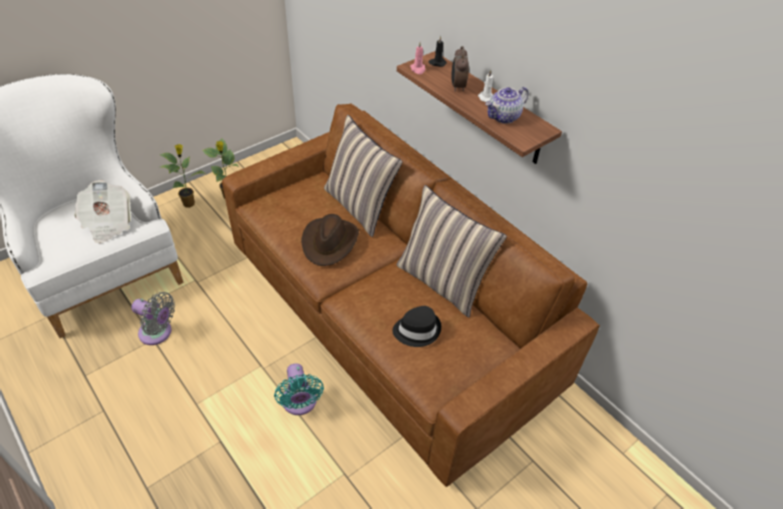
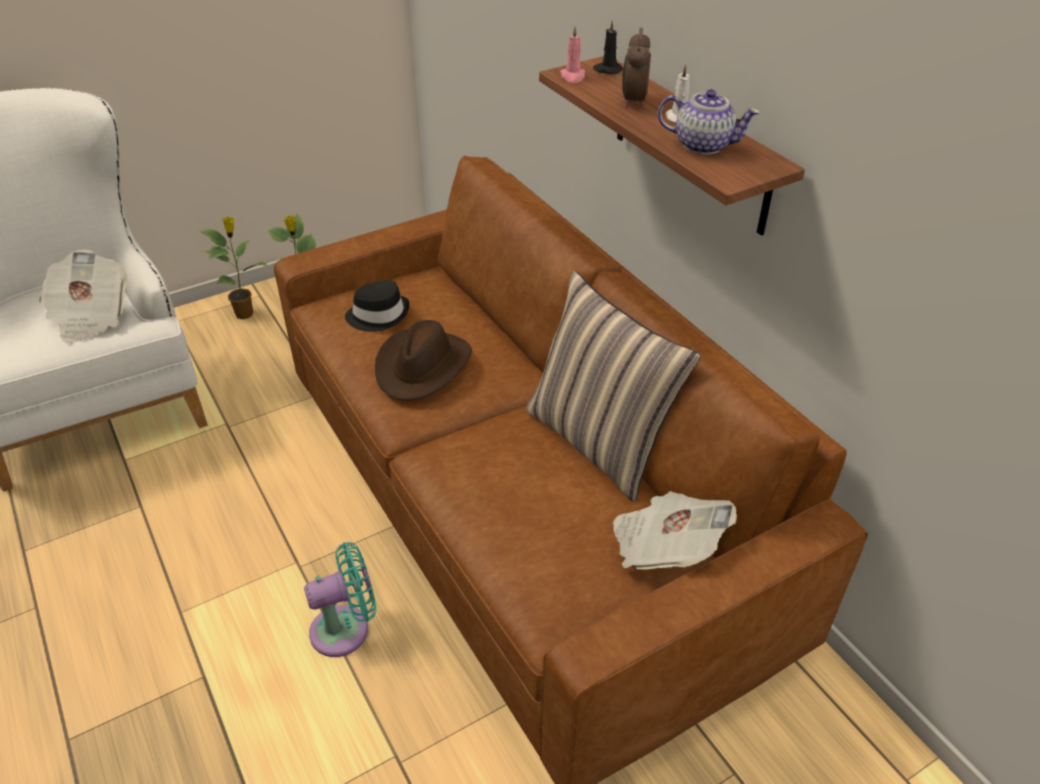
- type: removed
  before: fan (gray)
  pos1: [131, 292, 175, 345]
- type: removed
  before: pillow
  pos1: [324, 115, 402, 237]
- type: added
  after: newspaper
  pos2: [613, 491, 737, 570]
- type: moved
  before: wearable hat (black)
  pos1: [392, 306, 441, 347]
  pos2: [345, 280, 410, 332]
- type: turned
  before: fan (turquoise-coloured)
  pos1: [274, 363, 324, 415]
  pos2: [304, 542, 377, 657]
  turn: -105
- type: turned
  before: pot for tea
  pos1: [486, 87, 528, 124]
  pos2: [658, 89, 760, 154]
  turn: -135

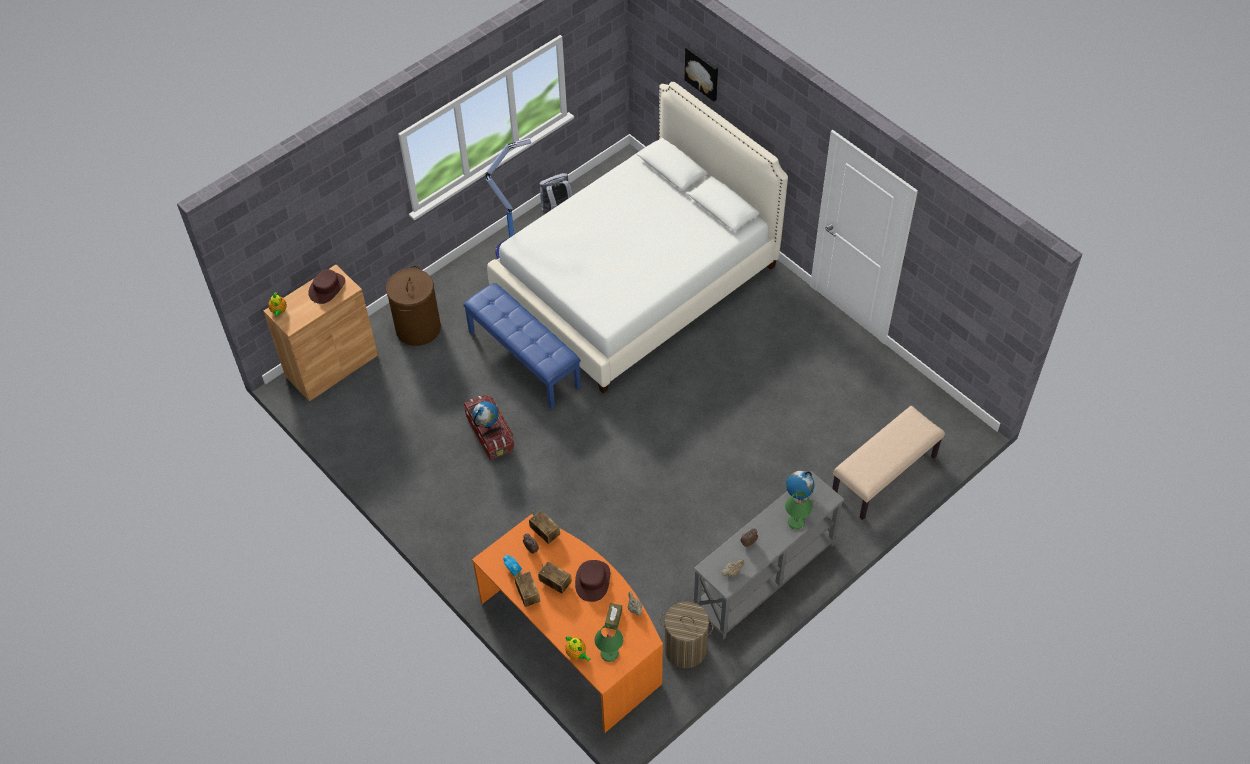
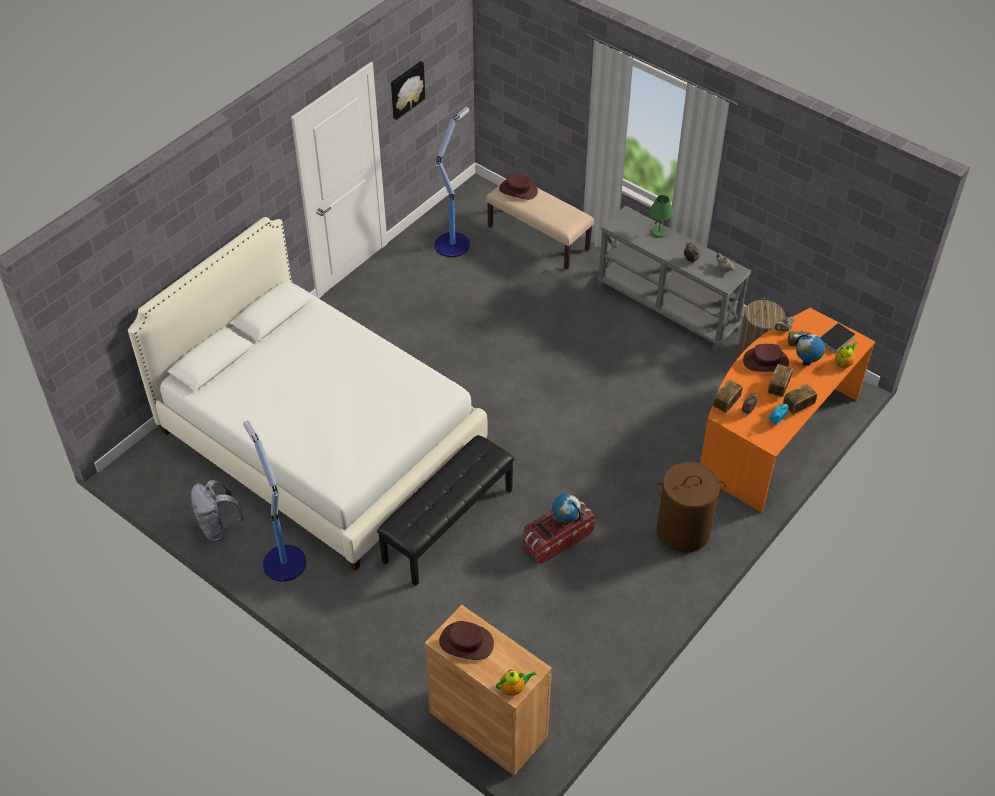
- type: added
  after: standing lamp
  pos2: [435, 107, 470, 257]
- type: added
  after: wearable hat (brown-coloured)
  pos2: [499, 173, 538, 200]
- type: moved
  before: hamper (brown-coloured)
  pos1: [386, 266, 441, 346]
  pos2: [656, 462, 726, 553]
- type: moved
  before: wall art
  pos1: [685, 46, 718, 102]
  pos2: [391, 61, 425, 120]
- type: moved
  before: desk globe
  pos1: [786, 471, 815, 500]
  pos2: [796, 334, 825, 366]
- type: replaced
  before: table lamp (greenish)
  after: book
  pos1: [595, 624, 623, 662]
  pos2: [820, 323, 855, 354]
- type: recoloured
  before: bench (blue)
  after: bench (black)
  pos1: [463, 283, 581, 409]
  pos2: [377, 435, 514, 586]

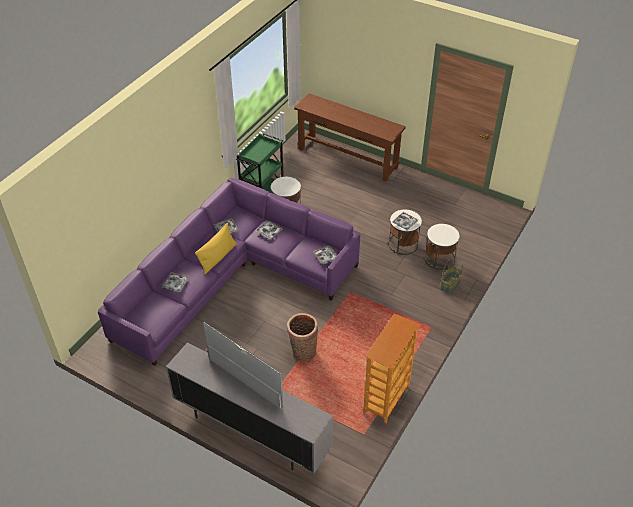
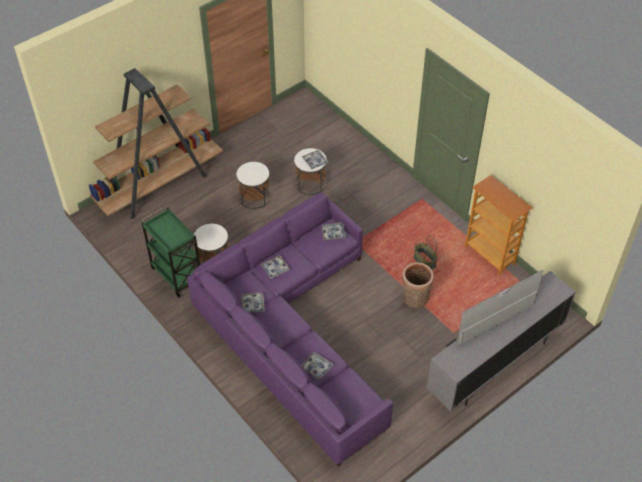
- type: removed
  before: pillow (yellow)
  pos1: [195, 223, 237, 274]
- type: moved
  before: side table (whitish)
  pos1: [424, 224, 459, 270]
  pos2: [237, 162, 270, 209]
- type: moved
  before: storage basket
  pos1: [440, 259, 463, 294]
  pos2: [414, 235, 438, 269]
- type: replaced
  before: narrow table (brown-coloured)
  after: shelving unit (brown-coloured)
  pos1: [294, 93, 406, 182]
  pos2: [89, 68, 223, 219]

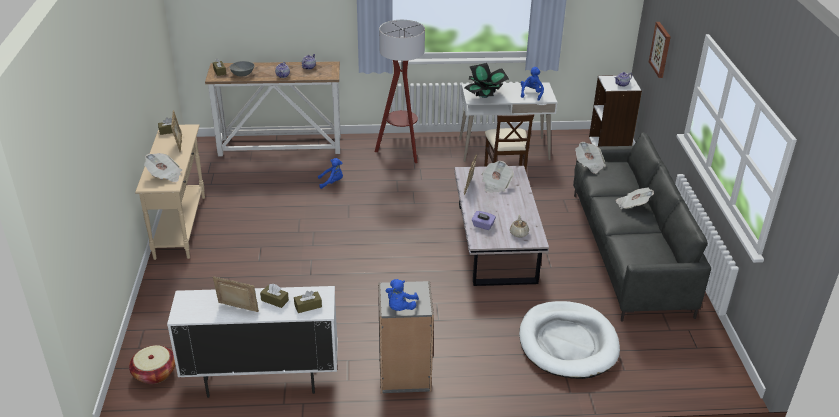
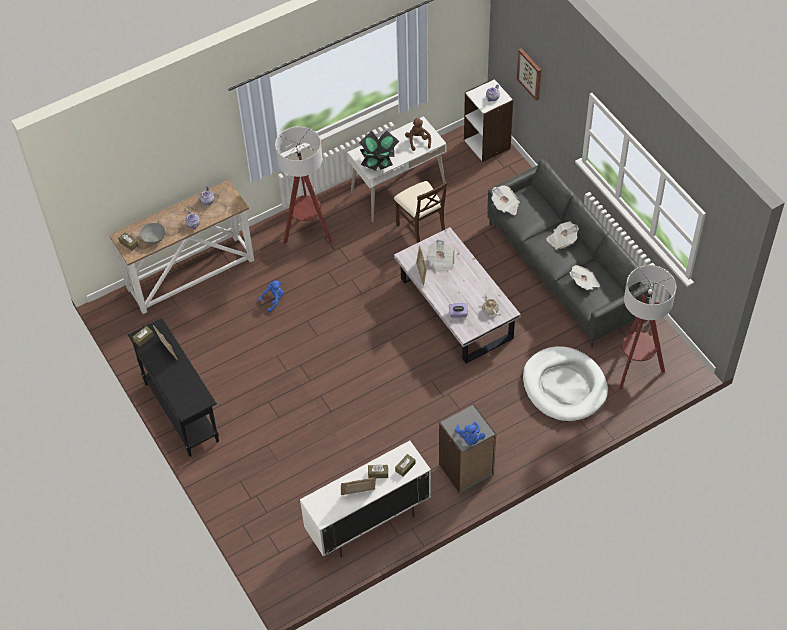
- type: removed
  before: storage basket
  pos1: [129, 345, 175, 384]
- type: added
  after: standing lamp
  pos2: [619, 265, 676, 390]
- type: moved
  before: newspaper
  pos1: [144, 153, 182, 182]
  pos2: [570, 265, 600, 290]
- type: recoloured
  before: narrow table (beige)
  after: narrow table (black)
  pos1: [135, 124, 205, 260]
  pos2: [128, 318, 219, 457]
- type: recoloured
  before: cuddly toy (blue)
  after: cuddly toy (brown-coloured)
  pos1: [521, 67, 544, 101]
  pos2: [405, 117, 431, 151]

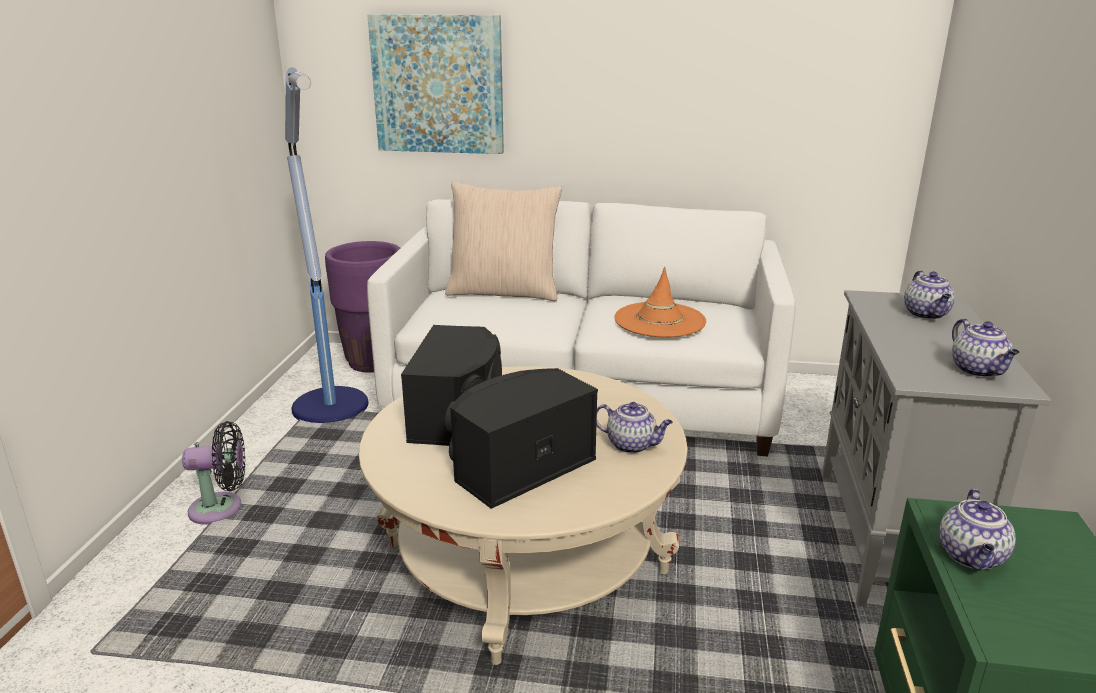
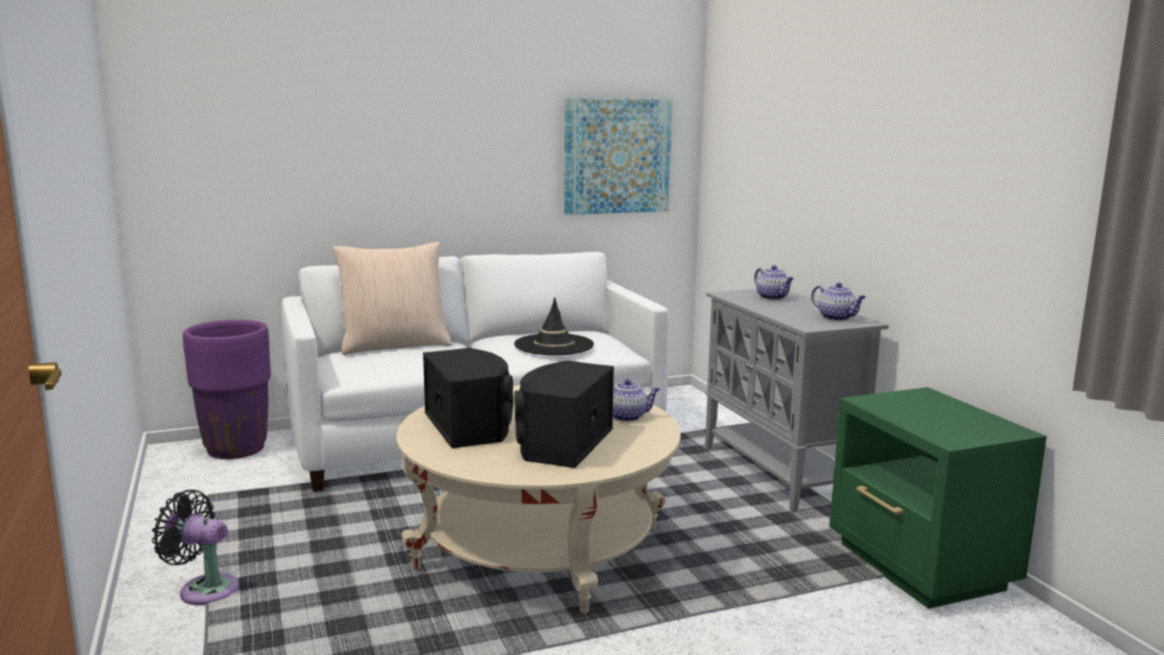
- type: removed
  before: standing lamp
  pos1: [285, 67, 369, 423]
- type: removed
  before: pot for tea
  pos1: [939, 489, 1016, 571]
- type: moved
  before: wall art
  pos1: [367, 14, 504, 154]
  pos2: [564, 98, 672, 215]
- type: recoloured
  before: wearable hat (orange-coloured)
  after: wearable hat (black)
  pos1: [614, 267, 706, 337]
  pos2: [514, 297, 594, 355]
- type: turned
  before: fan (black)
  pos1: [182, 421, 245, 525]
  pos2: [152, 490, 239, 605]
  turn: -120

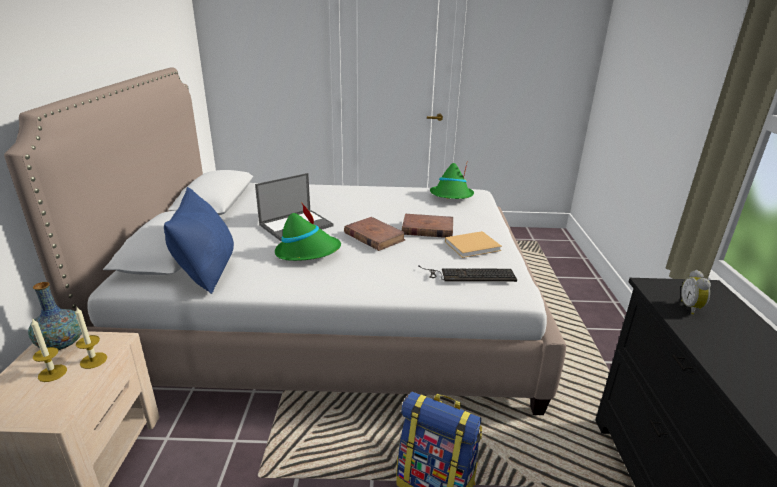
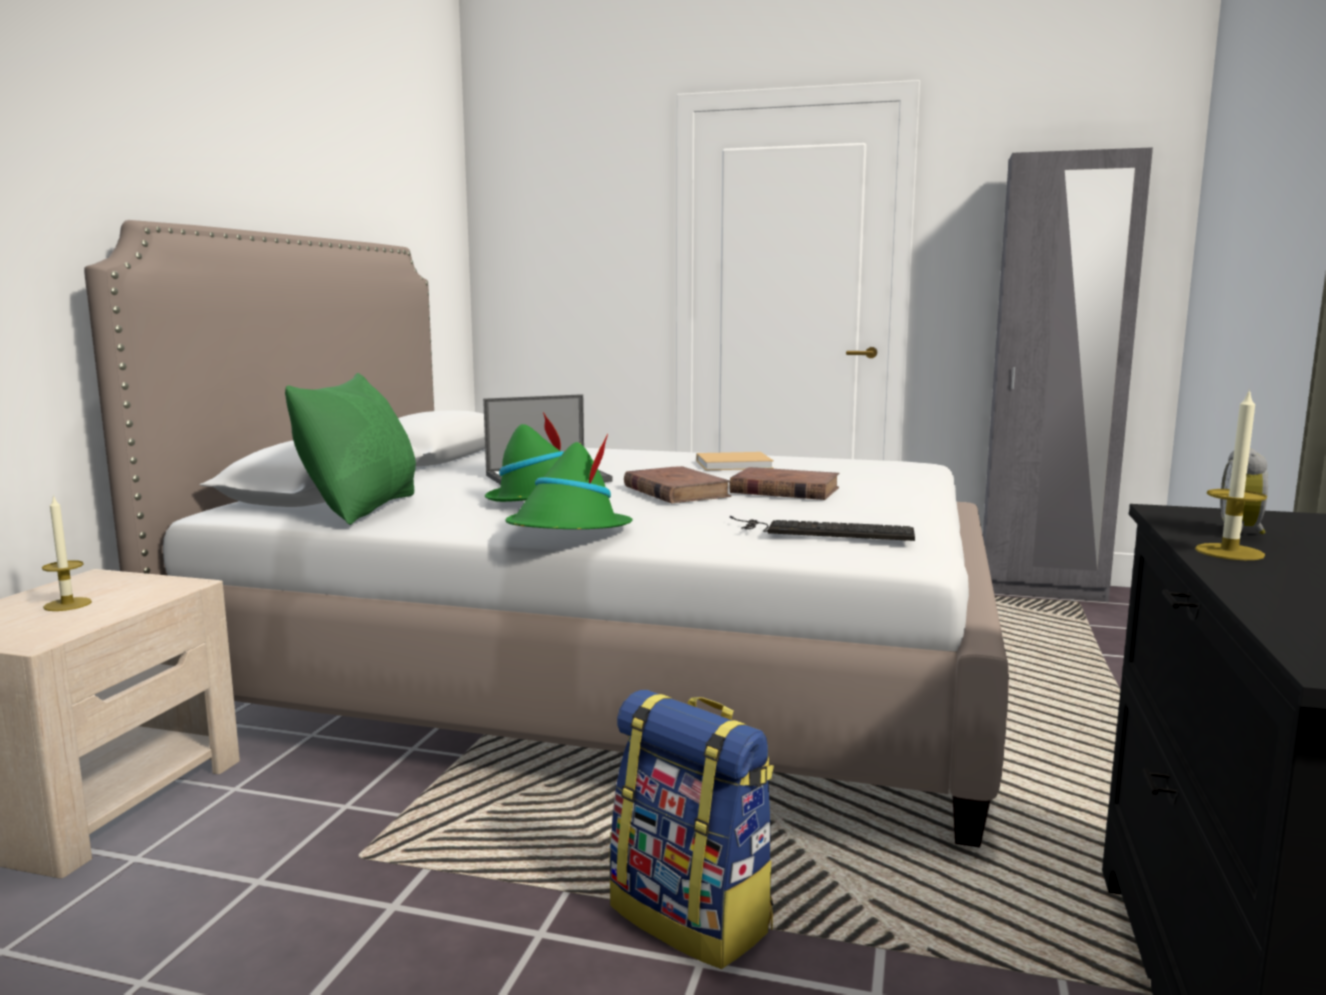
- type: removed
  before: decorative vase
  pos1: [28, 282, 82, 350]
- type: added
  after: wardrobe (gray)
  pos2: [983, 147, 1153, 602]
- type: moved
  before: wax light
  pos1: [75, 307, 107, 369]
  pos2: [1195, 388, 1267, 560]
- type: moved
  before: wearable hat (greenish)
  pos1: [430, 160, 474, 199]
  pos2: [505, 434, 633, 529]
- type: moved
  before: book (beige)
  pos1: [445, 231, 502, 258]
  pos2: [697, 452, 774, 470]
- type: recoloured
  before: pillow (blue)
  after: pillow (greenish)
  pos1: [164, 187, 234, 294]
  pos2: [285, 373, 416, 525]

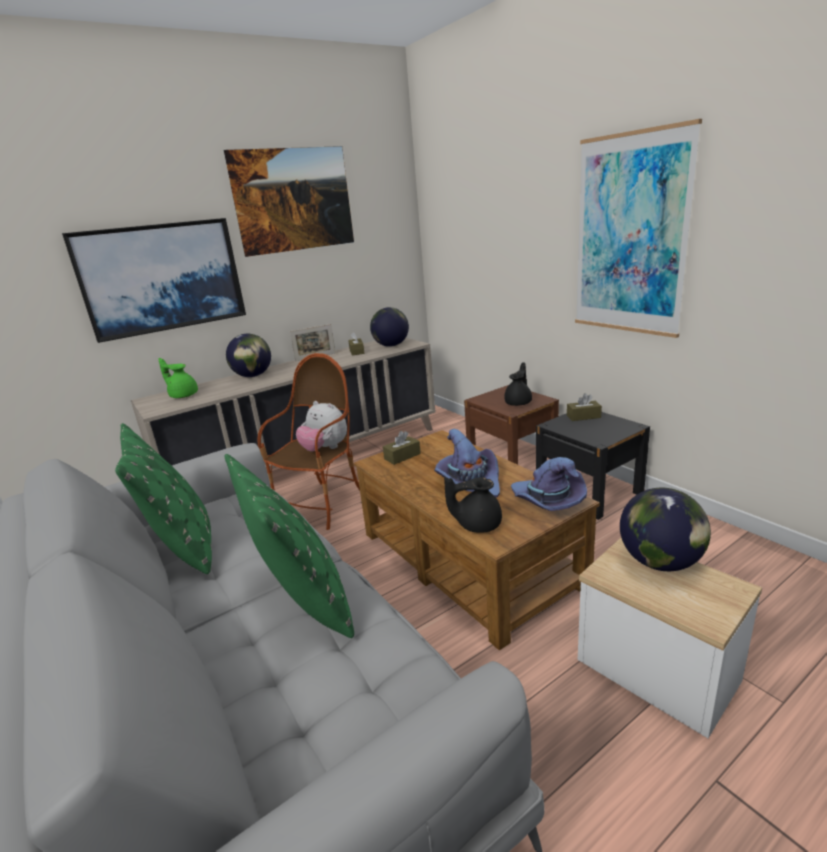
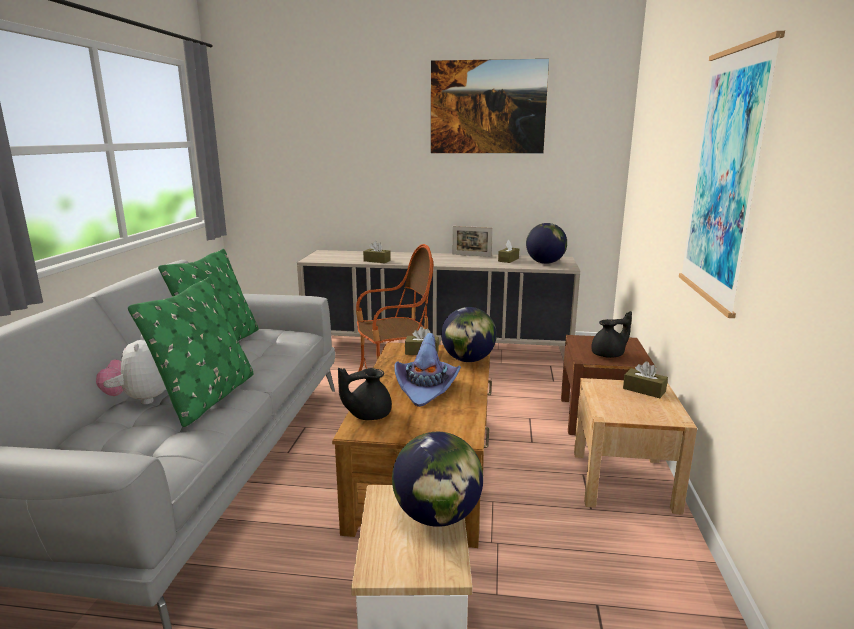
- type: removed
  before: wall art
  pos1: [62, 218, 246, 343]
- type: removed
  before: pot for tea (greenish)
  pos1: [158, 358, 198, 398]
- type: removed
  before: wearable hat (purple-coloured)
  pos1: [511, 457, 587, 511]
- type: added
  after: box of tissues (brown-coloured)
  pos2: [363, 241, 391, 263]
- type: moved
  before: desk globe
  pos1: [226, 334, 271, 377]
  pos2: [441, 307, 497, 362]
- type: moved
  before: cuddly toy
  pos1: [296, 401, 347, 452]
  pos2: [96, 335, 166, 404]
- type: recoloured
  before: night table (black)
  after: night table (beige)
  pos1: [536, 412, 650, 520]
  pos2: [574, 378, 697, 515]
- type: turned
  before: pot for tea (black)
  pos1: [444, 477, 502, 533]
  pos2: [338, 368, 392, 420]
  turn: -60

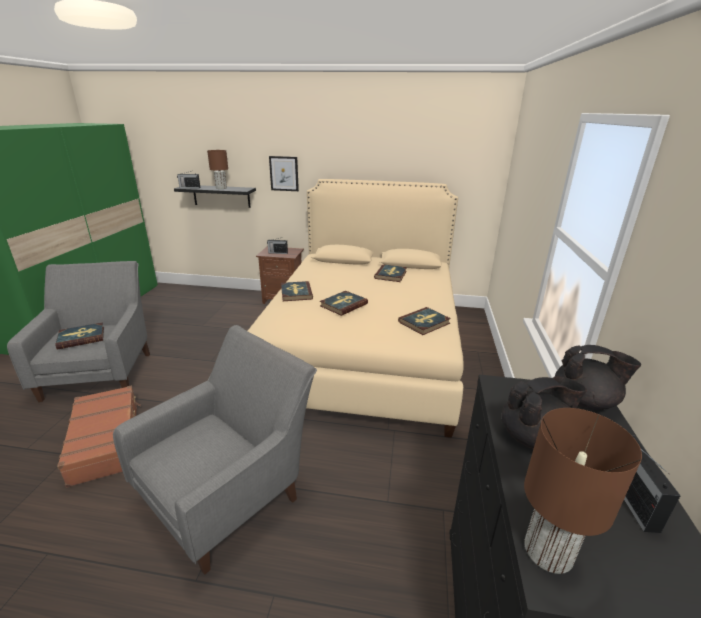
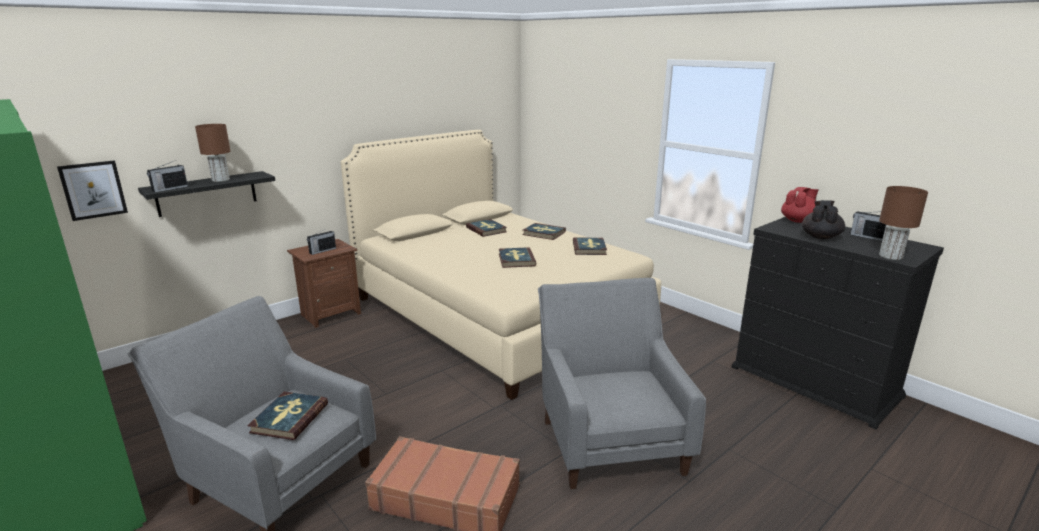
- type: moved
  before: wall art
  pos1: [269, 156, 299, 191]
  pos2: [57, 160, 128, 221]
- type: moved
  before: book
  pos1: [281, 281, 313, 301]
  pos2: [522, 223, 566, 240]
- type: recoloured
  before: pot for tea (black)
  after: pot for tea (red-coloured)
  pos1: [555, 345, 641, 410]
  pos2: [781, 187, 818, 223]

